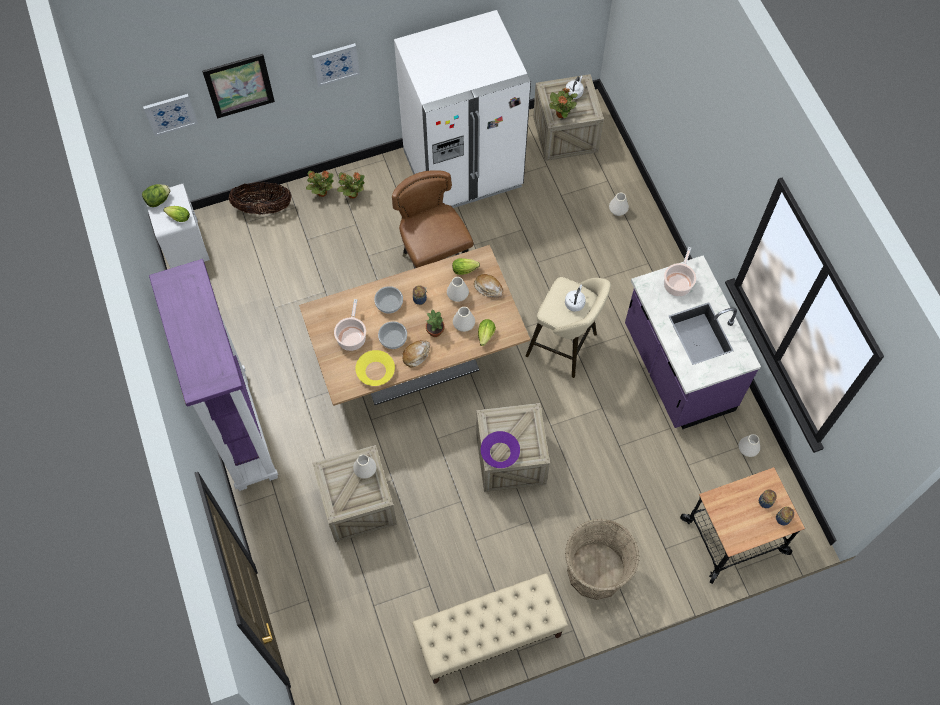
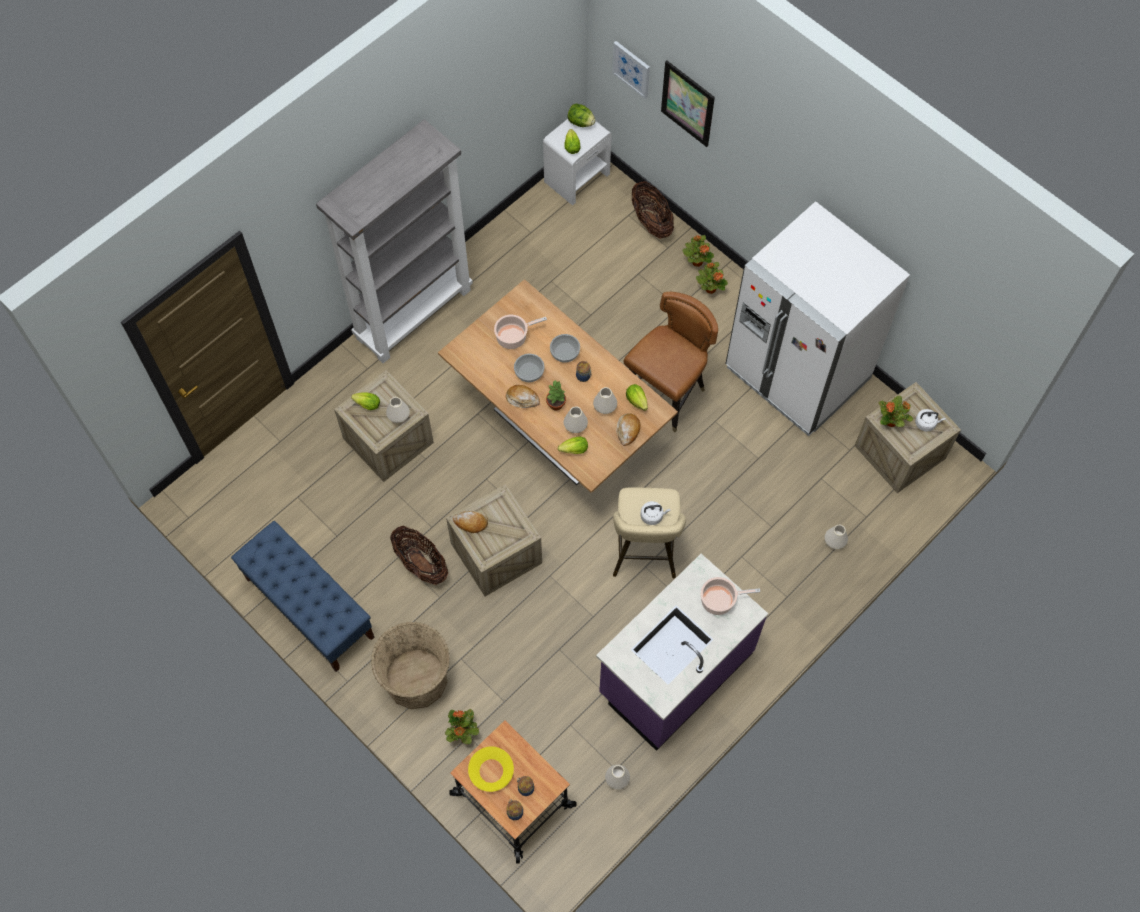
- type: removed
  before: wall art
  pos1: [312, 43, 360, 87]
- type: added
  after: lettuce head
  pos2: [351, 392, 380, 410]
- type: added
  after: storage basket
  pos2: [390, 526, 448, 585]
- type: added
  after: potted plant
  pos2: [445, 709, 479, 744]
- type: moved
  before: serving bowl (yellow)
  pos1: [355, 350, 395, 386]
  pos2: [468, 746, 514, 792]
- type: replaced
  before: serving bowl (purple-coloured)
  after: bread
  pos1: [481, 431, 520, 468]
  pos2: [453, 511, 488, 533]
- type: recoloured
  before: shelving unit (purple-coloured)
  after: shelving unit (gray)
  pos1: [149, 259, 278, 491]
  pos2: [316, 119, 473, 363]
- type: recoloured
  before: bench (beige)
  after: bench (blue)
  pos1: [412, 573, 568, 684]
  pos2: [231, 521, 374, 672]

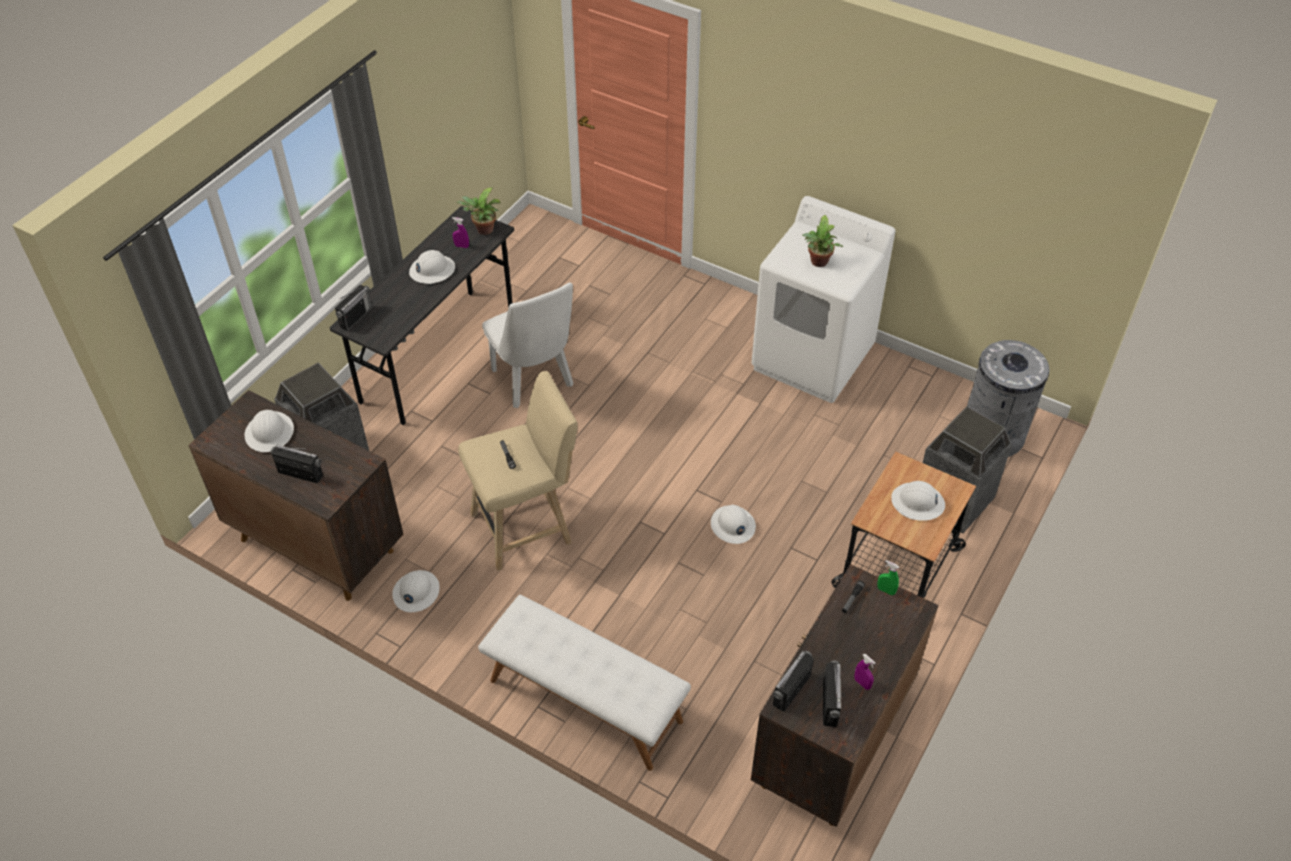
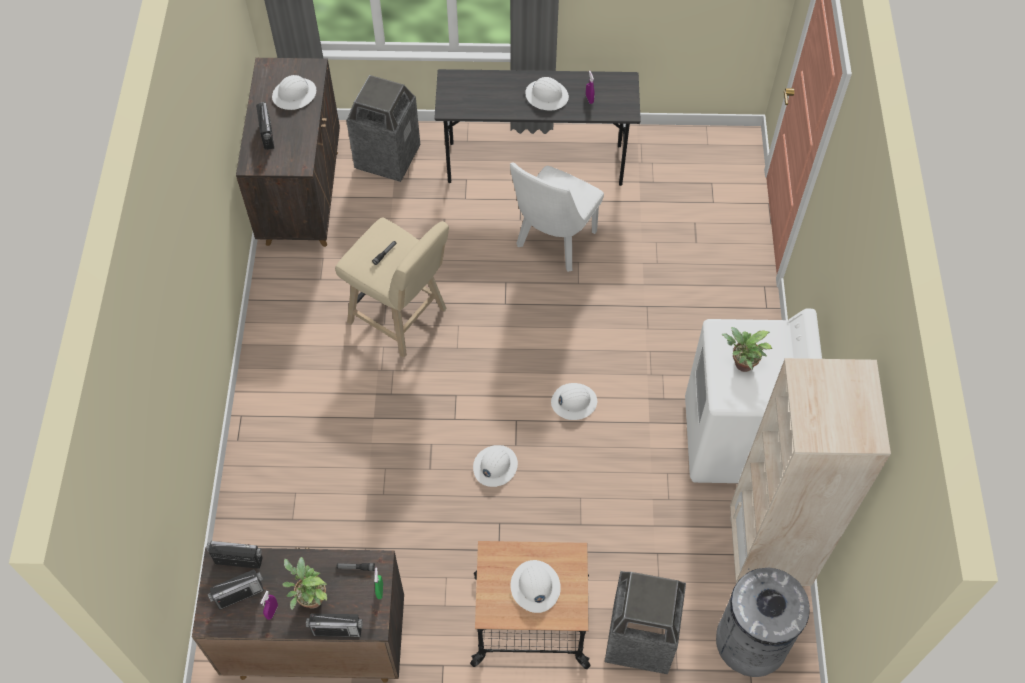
- type: removed
  before: bench (whitish)
  pos1: [478, 595, 691, 771]
- type: added
  after: shelving unit (beige)
  pos2: [730, 358, 891, 588]
- type: moved
  before: radio
  pos1: [335, 285, 372, 331]
  pos2: [306, 613, 363, 637]
- type: moved
  before: work helmet (whitish)
  pos1: [392, 570, 440, 612]
  pos2: [551, 383, 597, 420]
- type: moved
  before: potted plant
  pos1: [456, 188, 501, 235]
  pos2: [282, 557, 327, 610]

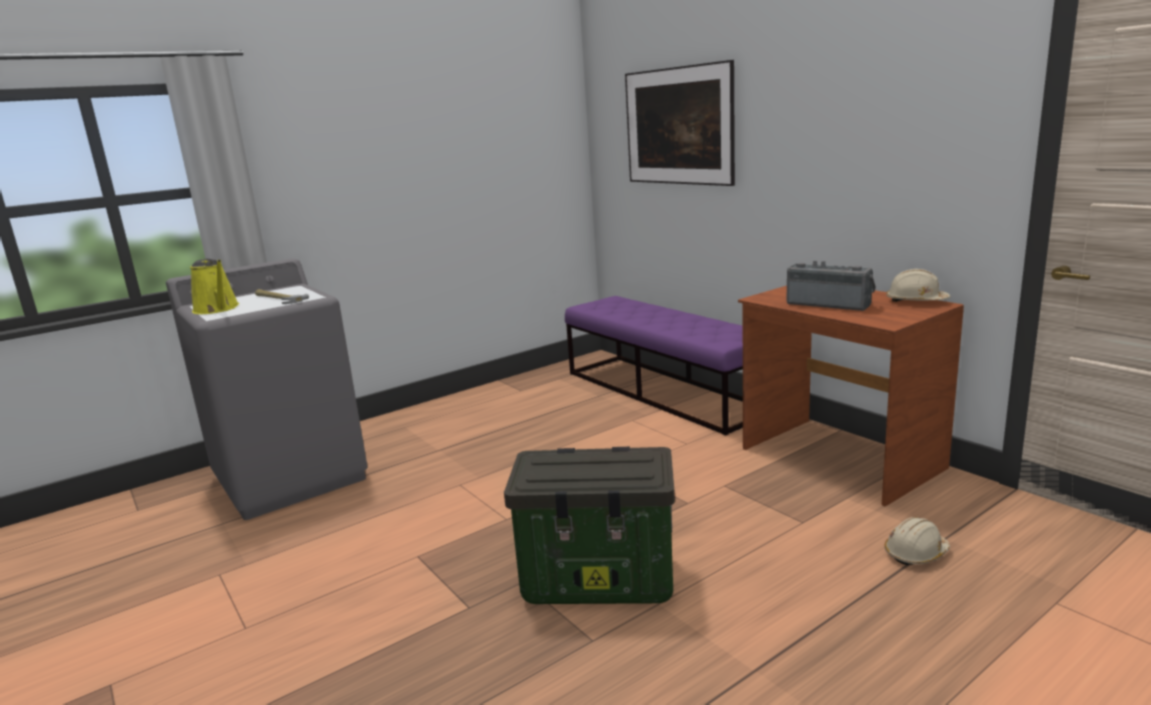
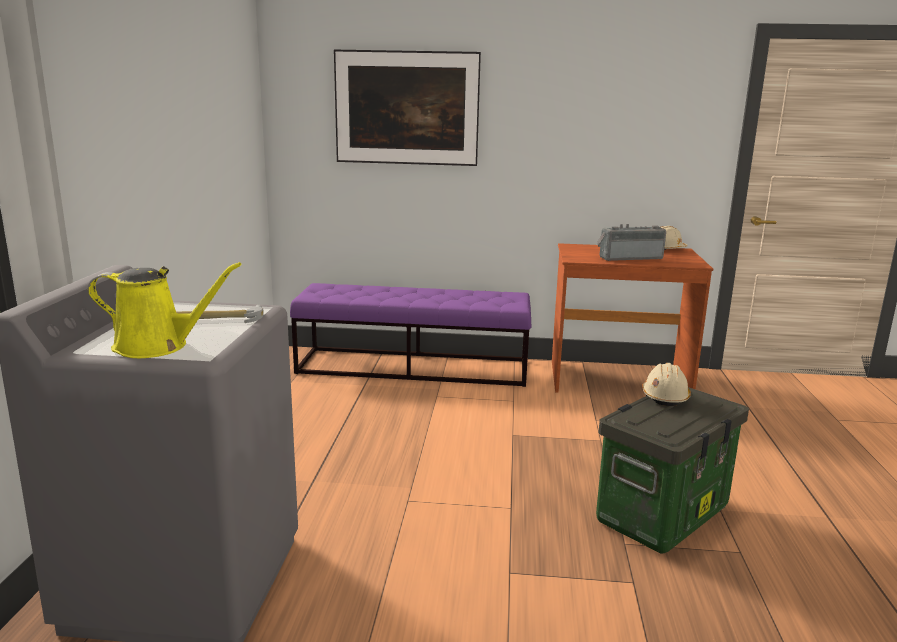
- type: moved
  before: work helmet (beige)
  pos1: [884, 517, 950, 566]
  pos2: [642, 363, 691, 406]

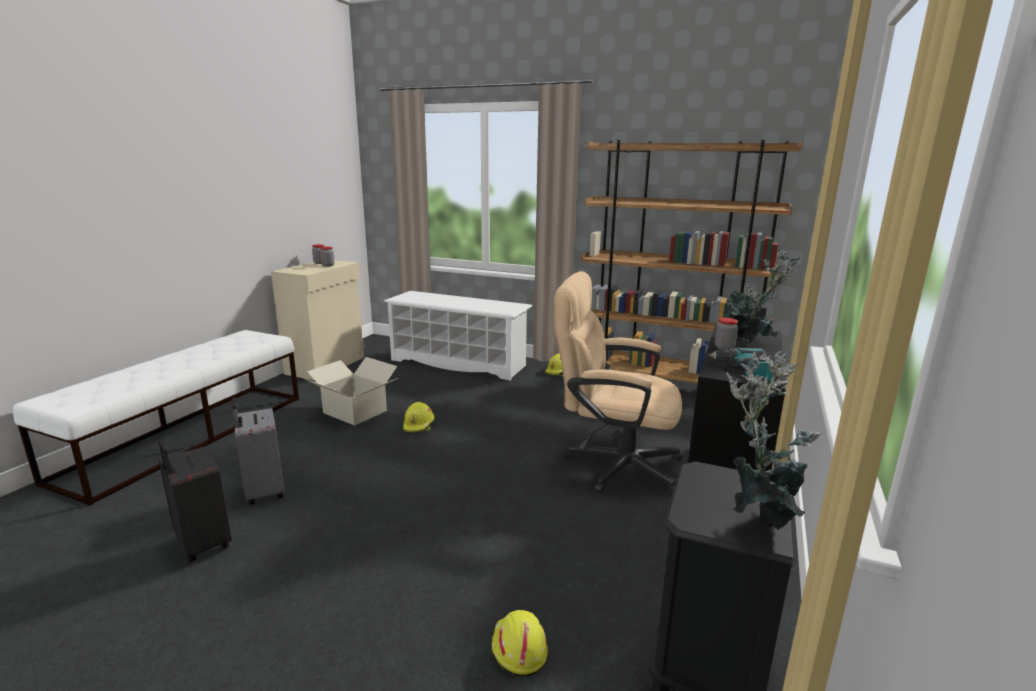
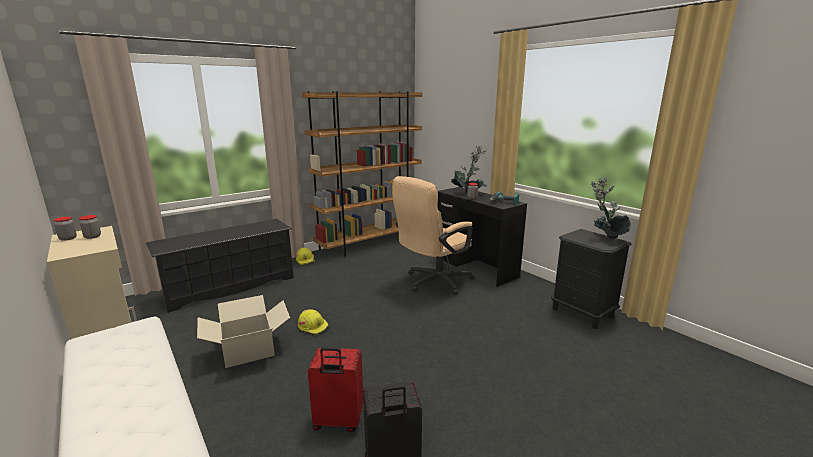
- type: removed
  before: work helmet (yellow)
  pos1: [491, 610, 548, 677]
- type: recoloured
  before: piece of luggage (gray)
  after: piece of luggage (red-coloured)
  pos1: [232, 397, 285, 505]
  pos2: [308, 347, 363, 432]
- type: recoloured
  before: shoe stand (whitish)
  after: shoe stand (black)
  pos1: [384, 291, 533, 381]
  pos2: [146, 219, 294, 313]

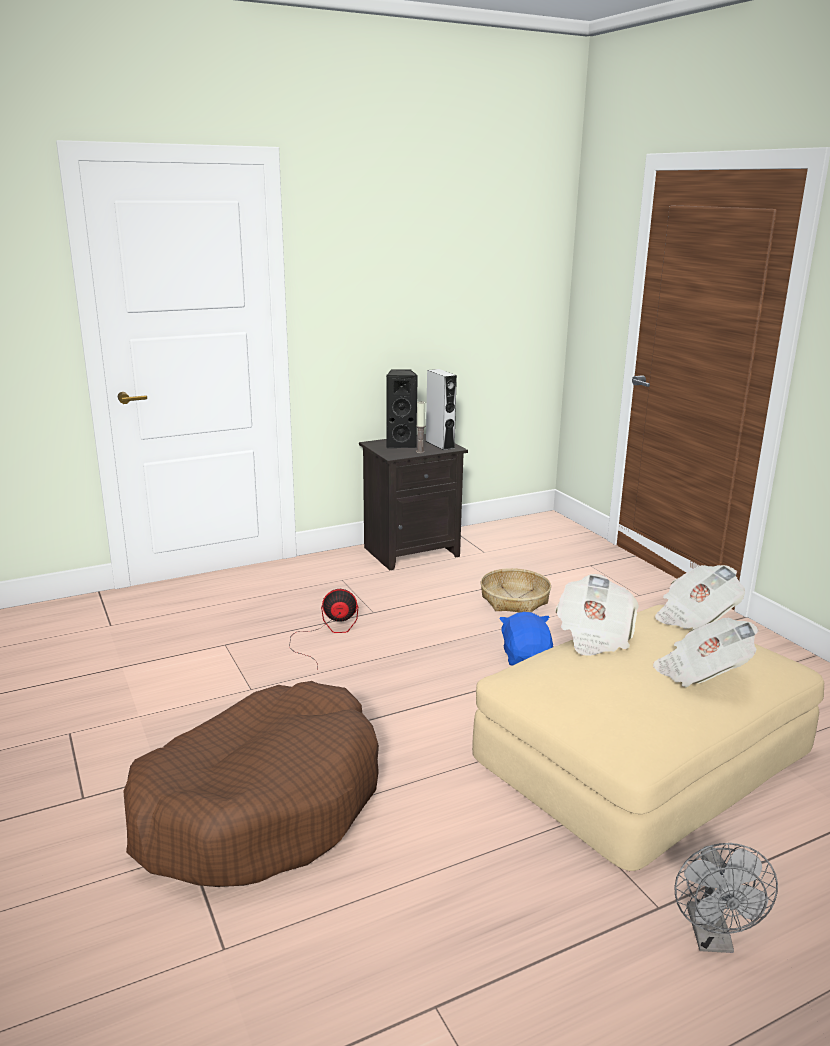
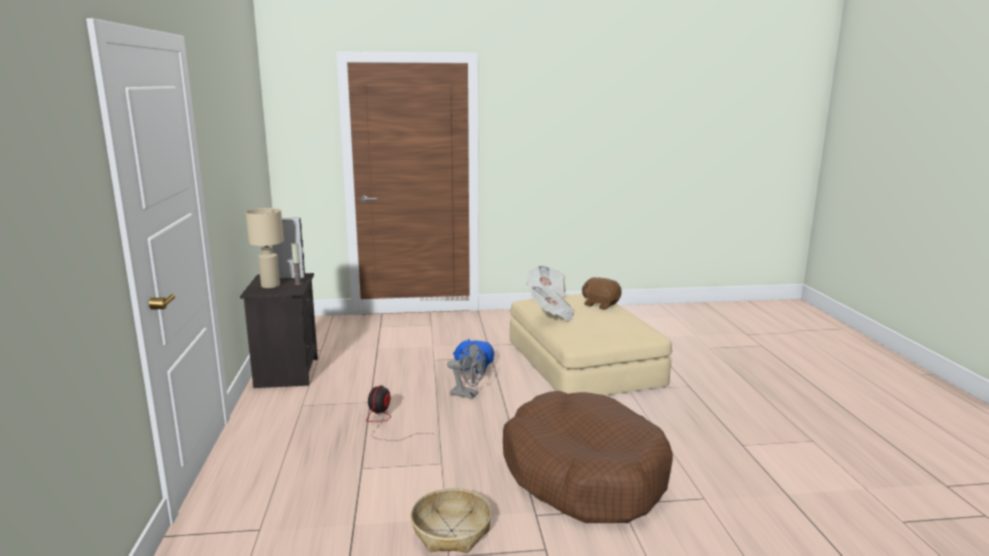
- type: moved
  before: storage basket
  pos1: [480, 568, 551, 612]
  pos2: [411, 488, 492, 553]
- type: moved
  before: fan (gray)
  pos1: [675, 843, 778, 953]
  pos2: [447, 343, 486, 399]
- type: replaced
  before: loudspeaker (black)
  after: table lamp (beige)
  pos1: [386, 369, 418, 448]
  pos2: [246, 208, 284, 288]
- type: replaced
  before: newspaper
  after: cuddly toy (brown-coloured)
  pos1: [653, 618, 759, 687]
  pos2: [582, 277, 621, 310]

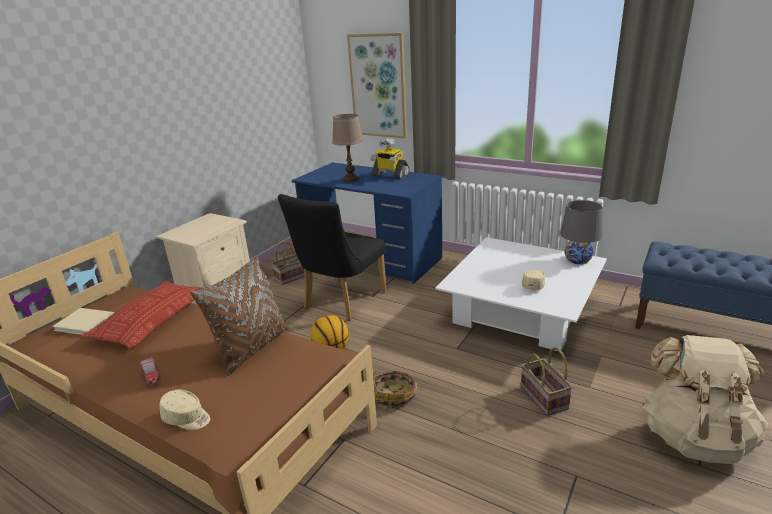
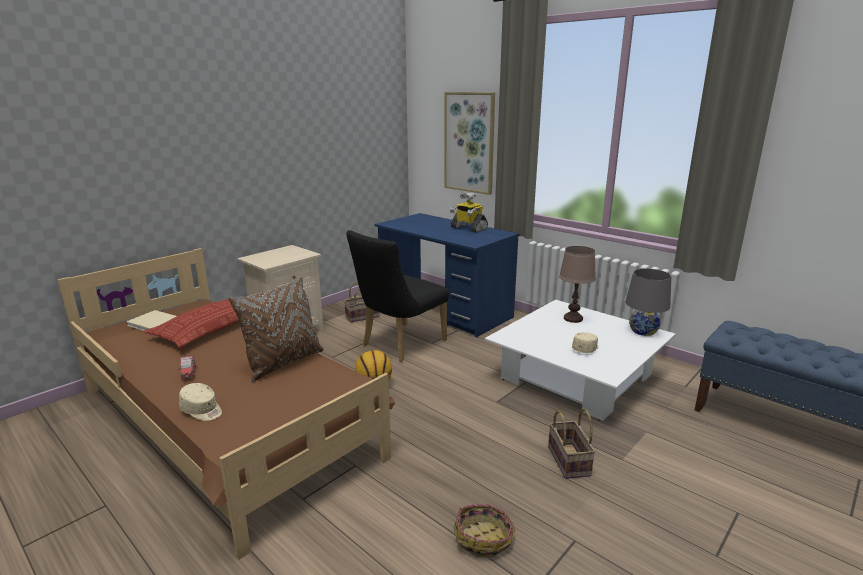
- type: removed
  before: rucksack (beige)
  pos1: [642, 335, 767, 464]
- type: moved
  before: table lamp (brown-coloured)
  pos1: [332, 114, 363, 182]
  pos2: [559, 246, 596, 323]
- type: moved
  before: storage basket
  pos1: [373, 371, 417, 408]
  pos2: [454, 504, 515, 558]

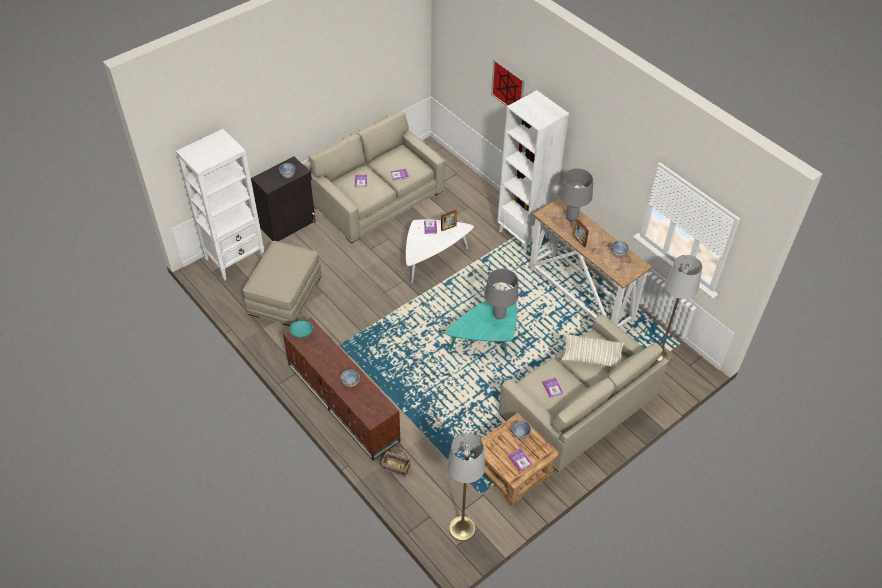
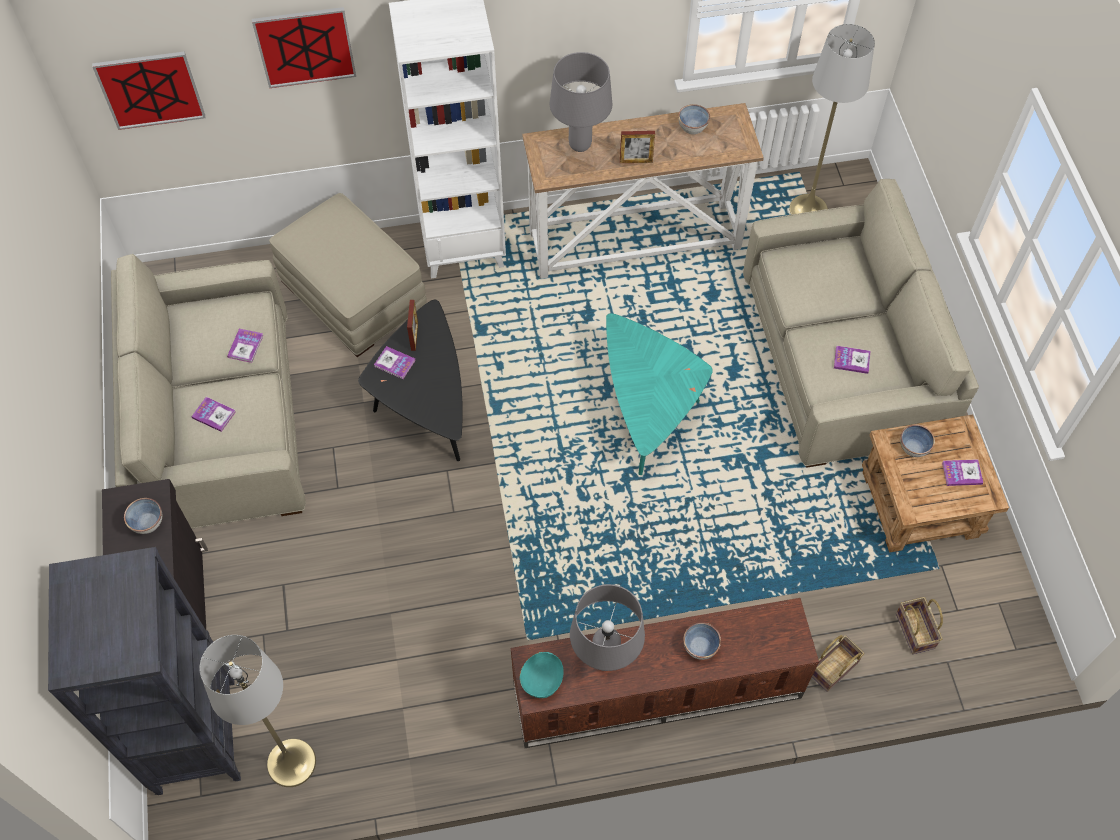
- type: removed
  before: pillow
  pos1: [562, 333, 625, 368]
- type: added
  after: wall art
  pos2: [92, 51, 205, 130]
- type: added
  after: storage basket
  pos2: [896, 597, 943, 654]
- type: moved
  before: pouffe (beige)
  pos1: [243, 241, 321, 326]
  pos2: [269, 193, 427, 357]
- type: moved
  before: standing lamp (gray)
  pos1: [447, 433, 485, 541]
  pos2: [199, 635, 316, 787]
- type: moved
  before: table lamp (gray)
  pos1: [484, 268, 519, 319]
  pos2: [570, 584, 645, 671]
- type: recoloured
  before: shelving unit (whitish)
  after: shelving unit (black)
  pos1: [176, 129, 264, 281]
  pos2: [48, 547, 241, 795]
- type: recoloured
  before: lounge table (whitish)
  after: lounge table (black)
  pos1: [406, 220, 474, 283]
  pos2: [358, 300, 463, 461]

